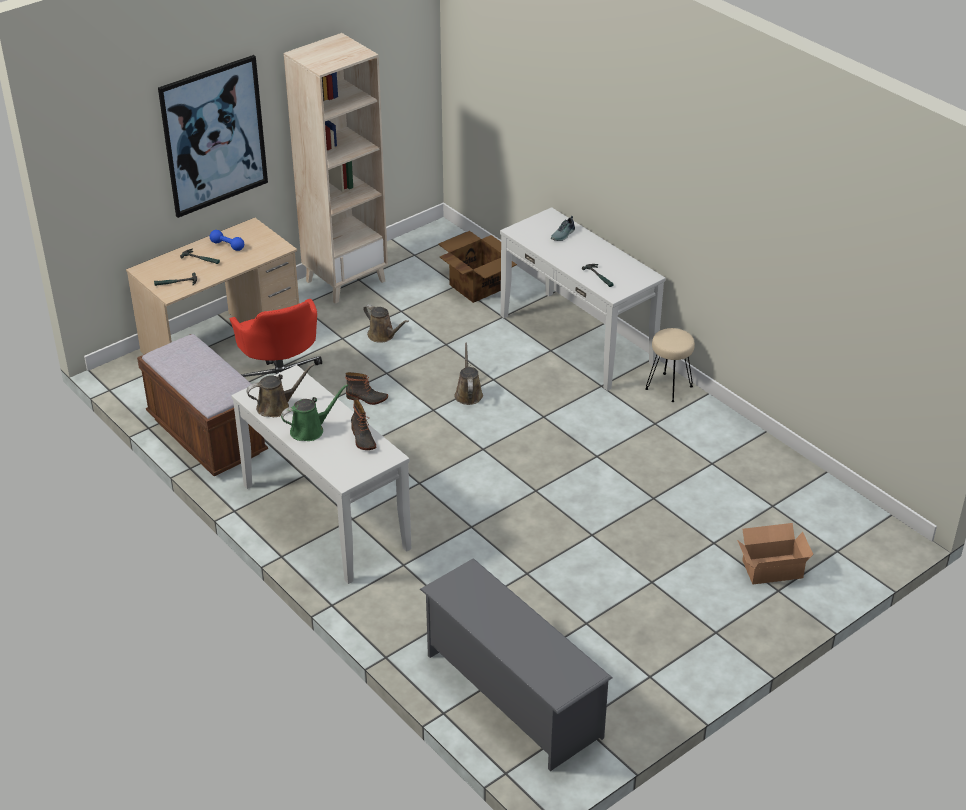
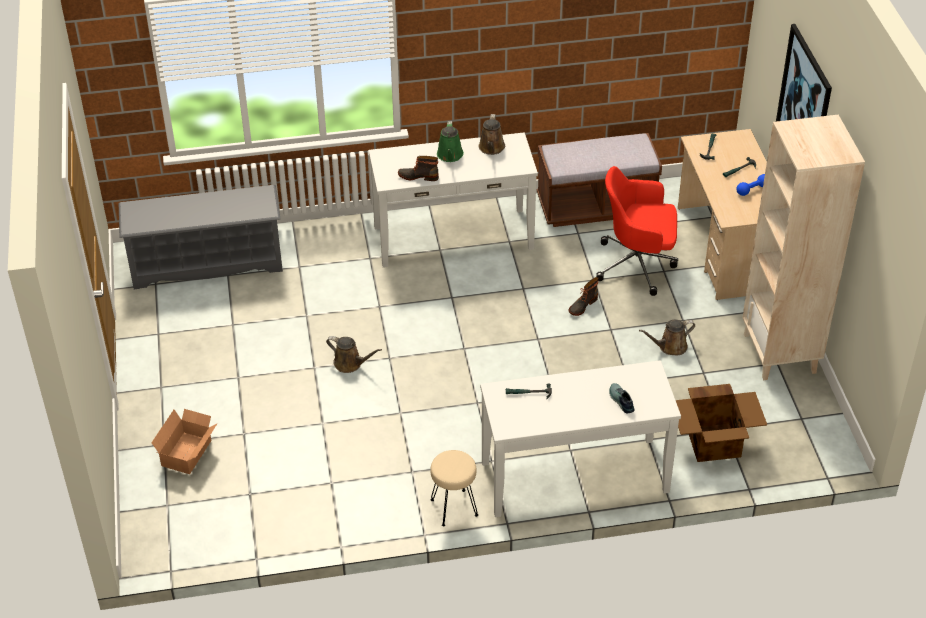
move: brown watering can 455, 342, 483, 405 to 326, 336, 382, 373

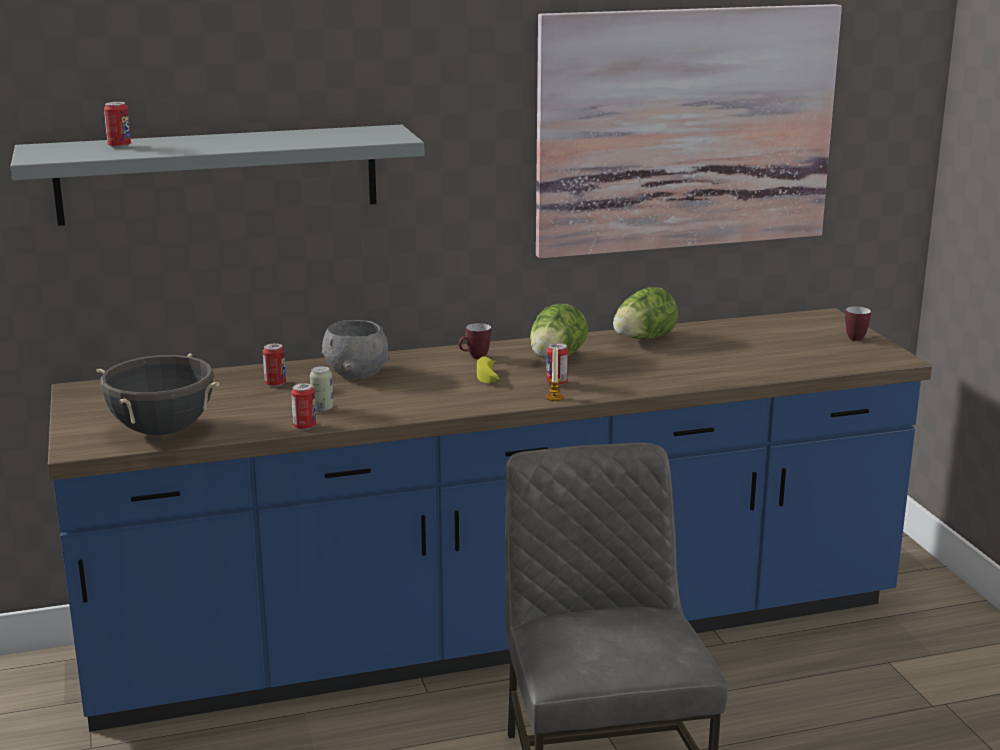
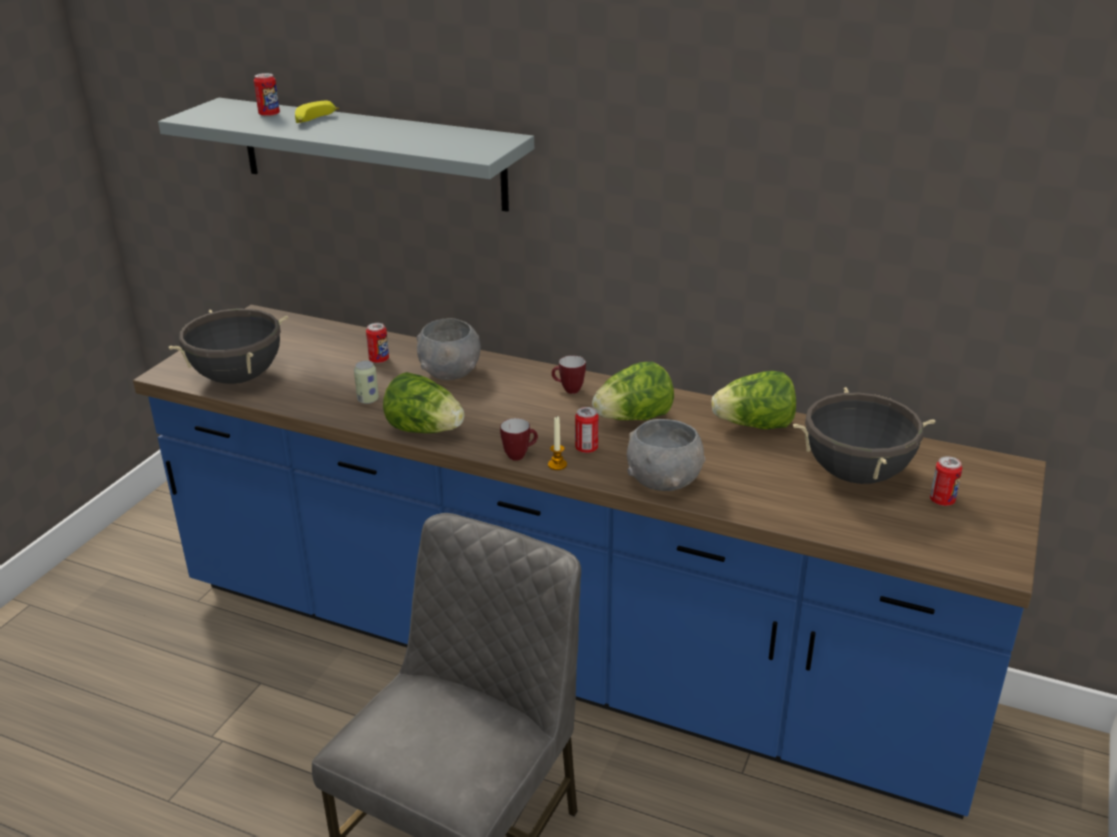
delete: picture 536, 4, 842, 258
insert: lettuce 383, 372, 464, 433; grey bowl 627, 419, 705, 491; black cooking pot 793, 387, 935, 484
move: banana 477, 357, 500, 383 to 295, 101, 339, 123; mug 845, 306, 871, 341 to 500, 418, 538, 461; can 291, 383, 316, 430 to 930, 456, 962, 506

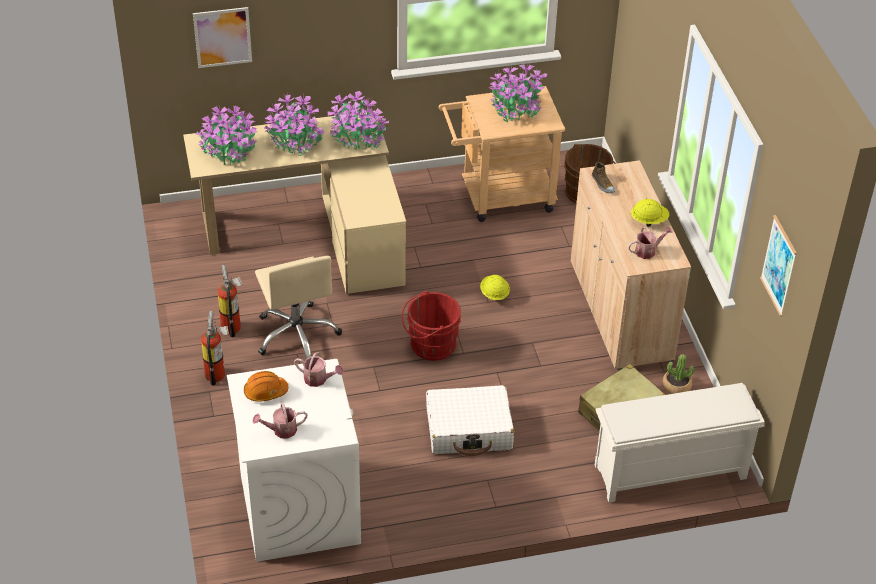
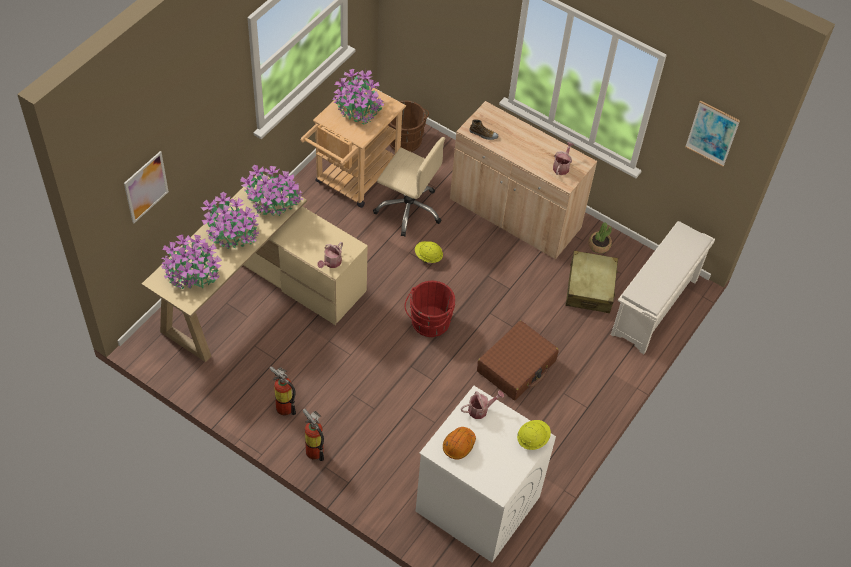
move: watering can 253, 403, 307, 439 to 317, 242, 343, 268; beige office chair 255, 256, 342, 359 to 373, 137, 445, 237; yellow hard hat 631, 199, 670, 227 to 517, 420, 551, 450
recolor: white suitcase 426, 385, 514, 456 to brown suitcase 477, 320, 559, 400

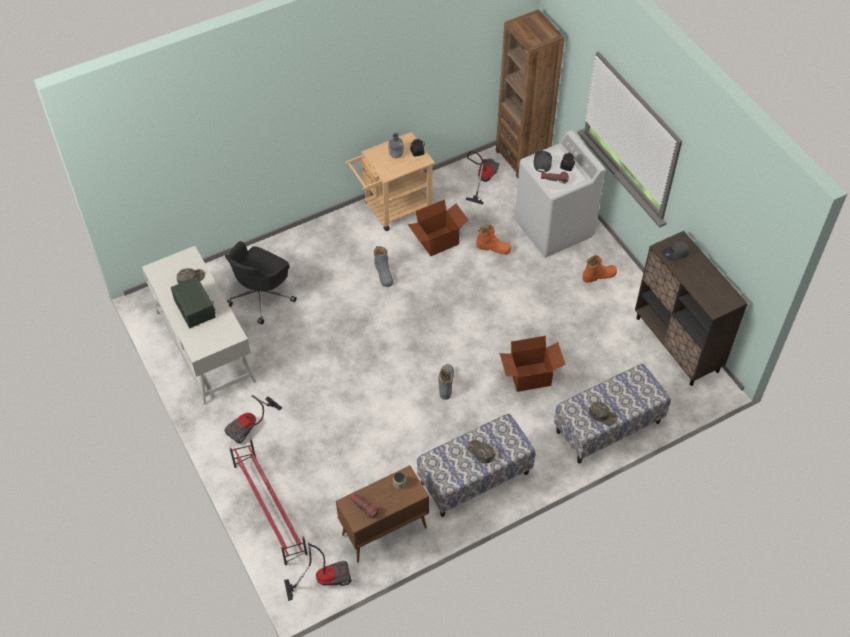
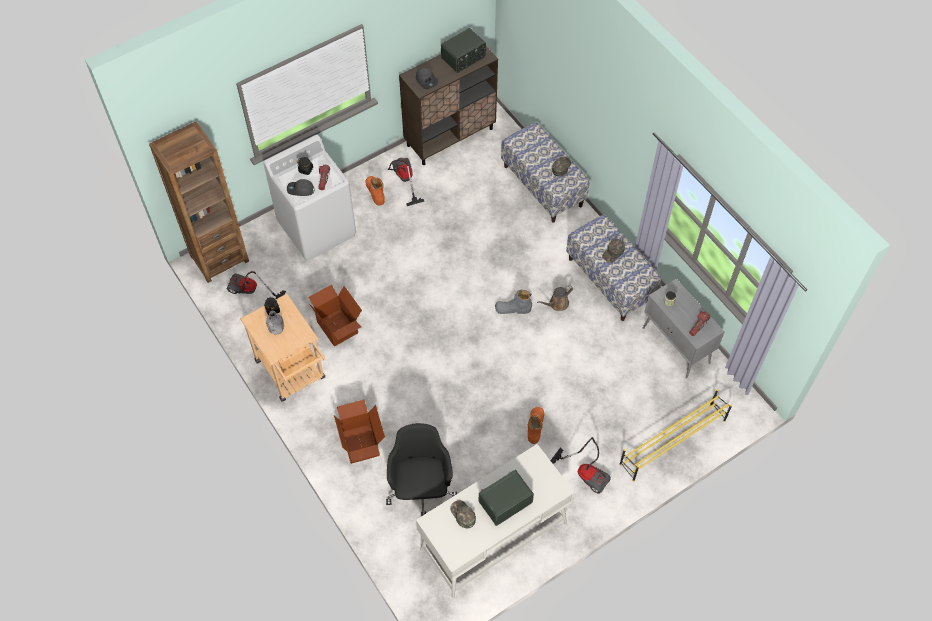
delete: grey boot 374, 246, 394, 287
insert: radio 441, 28, 486, 73; brown watering can 537, 286, 573, 311
move: cardboard box 499, 336, 566, 392 to 334, 400, 385, 464; vacuum cleaner 284, 543, 352, 601 to 388, 158, 424, 206; orange boot 476, 225, 512, 255 to 528, 407, 544, 444
recolor: red shoe rack 230, 439, 308, 565 to yellow shoe rack 619, 389, 732, 482; brown cabinet 336, 465, 429, 562 to grey cabinet 643, 279, 724, 379
rotate: black office chair 225, 241, 297, 324 = 386, 423, 457, 516 120 degrees counterclockwise

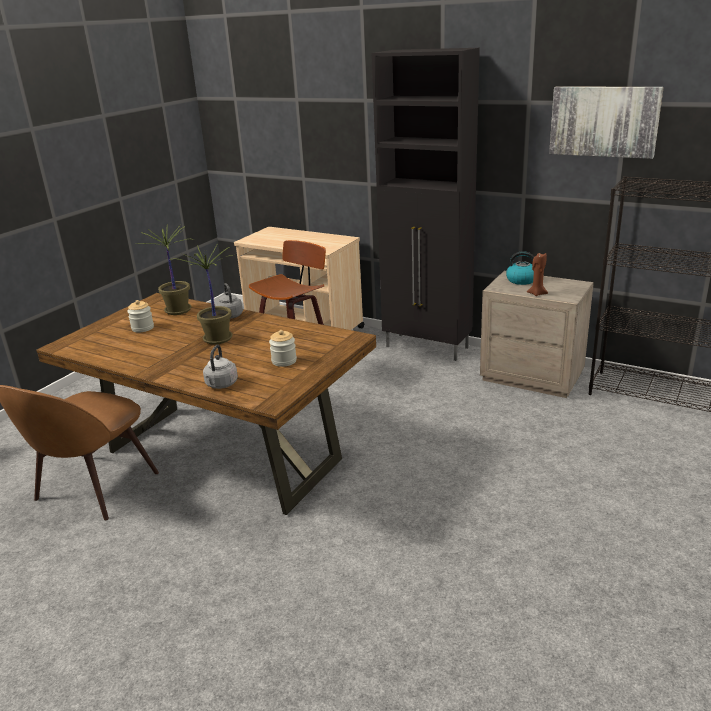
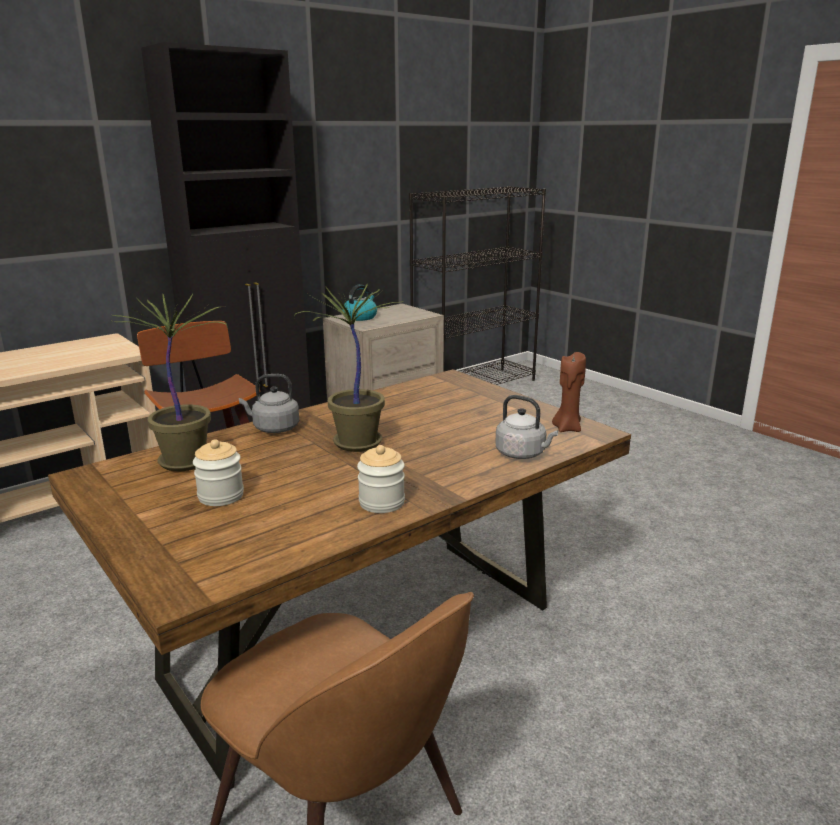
delete: picture 549, 87, 664, 159
move: jar 269, 330, 297, 367 to 357, 445, 405, 513; brown candle 527, 253, 548, 296 to 552, 352, 586, 432

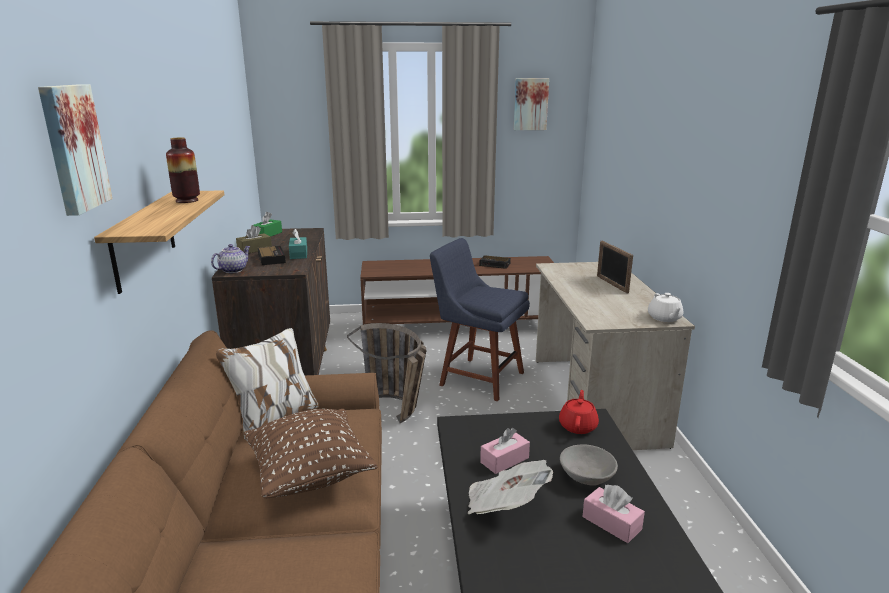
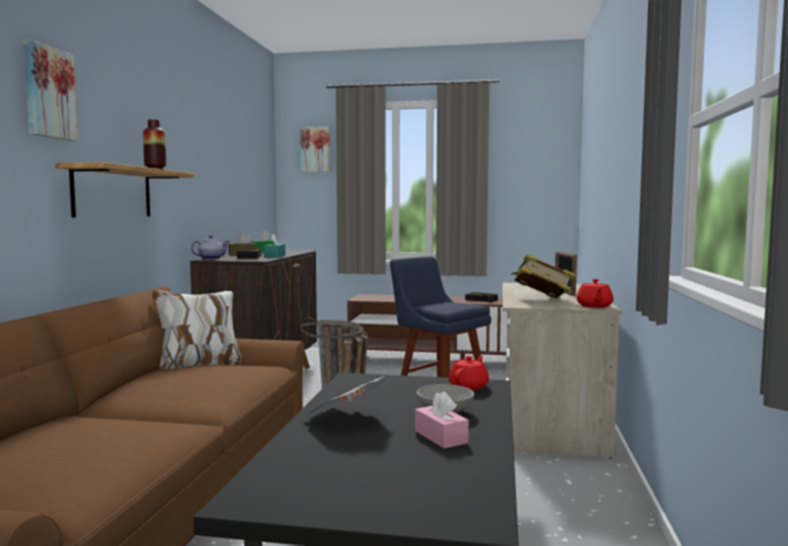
delete: brown pillow 244, 409, 378, 498; pink tissue box 480, 428, 530, 474
insert: book 510, 254, 576, 298
move: picture 514, 78, 549, 130 to 300, 126, 330, 172
recolor: white teapot 648, 293, 683, 322 to red teapot 577, 279, 613, 308

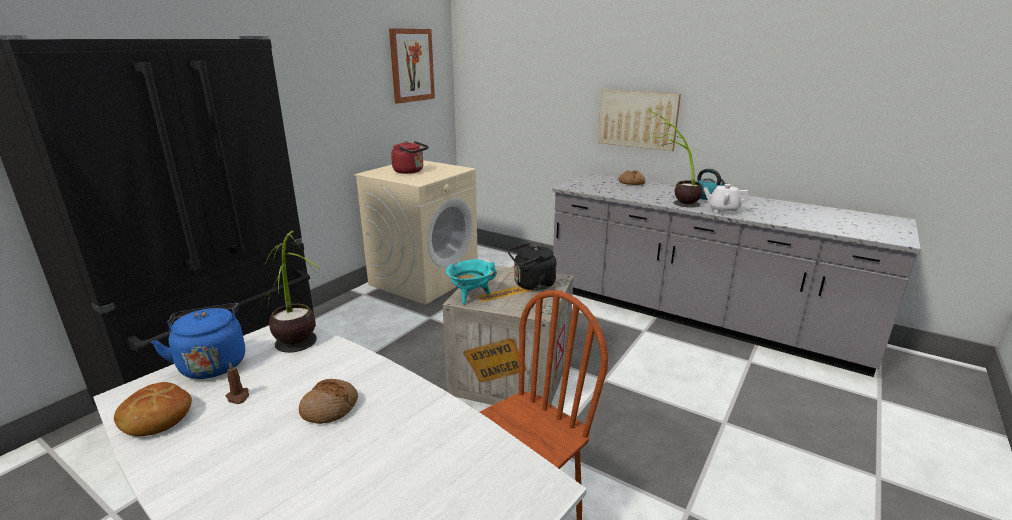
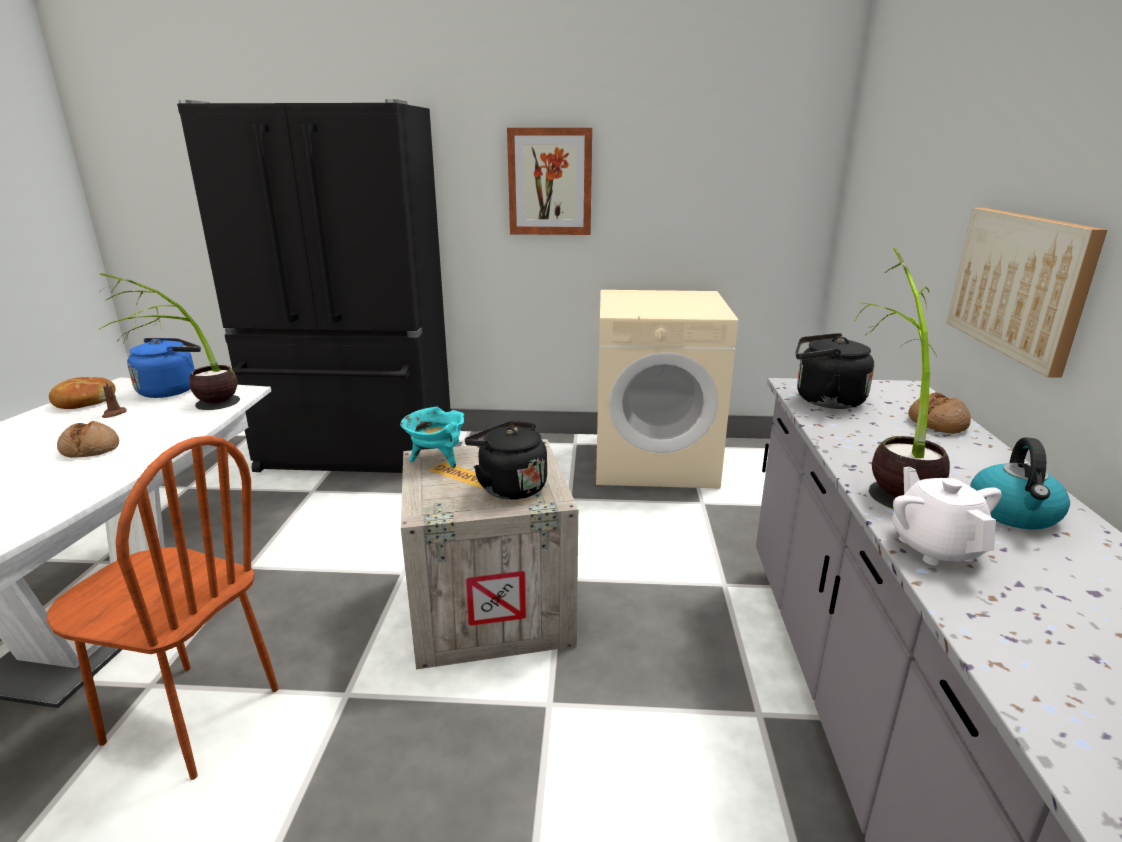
delete: red kettle 391, 141, 428, 174
insert: black kettle 796, 333, 874, 409
move: picture 389, 28, 435, 104 to 507, 128, 592, 235

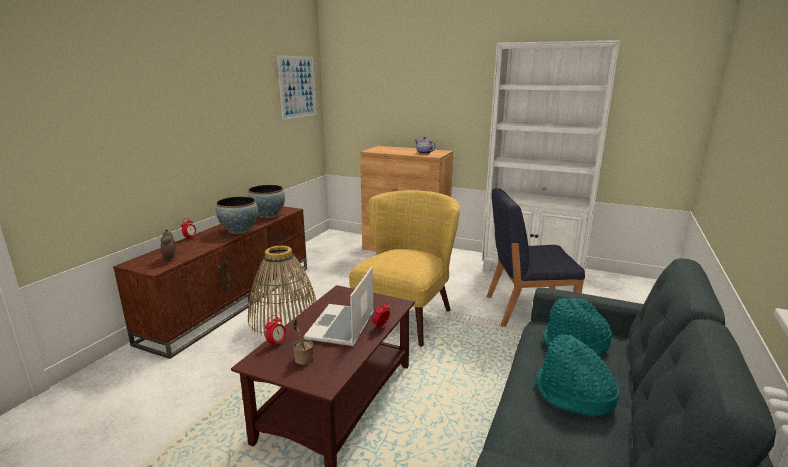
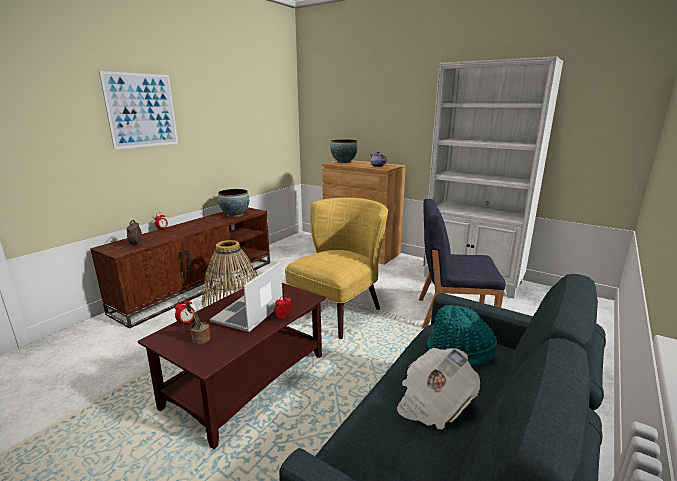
move: picture 277, 55, 316, 120 to 99, 71, 178, 149; bowl 216, 196, 258, 234 to 330, 139, 358, 163
replace: turquoise hat 535, 334, 619, 416 to newspaper 397, 348, 480, 429

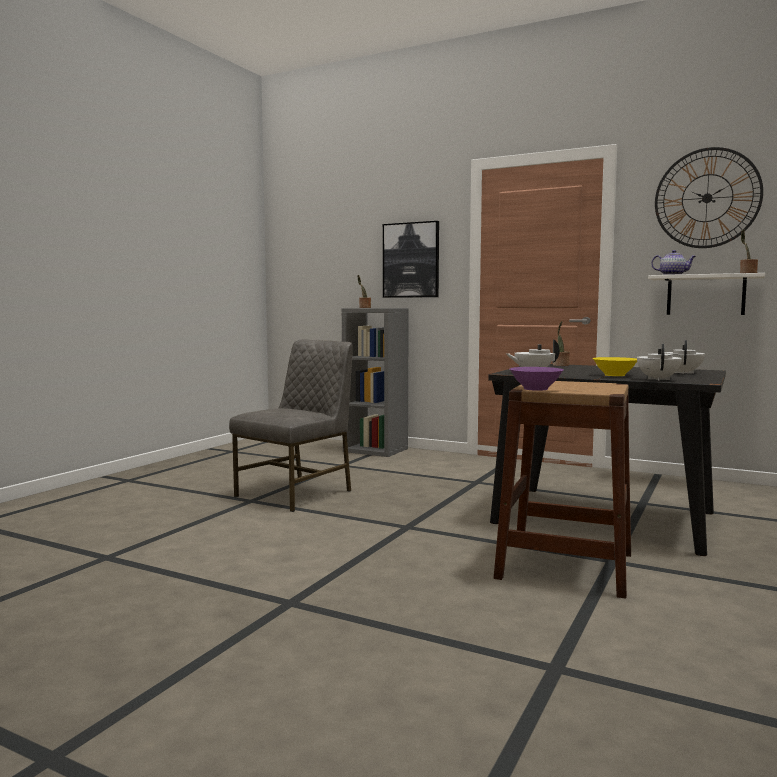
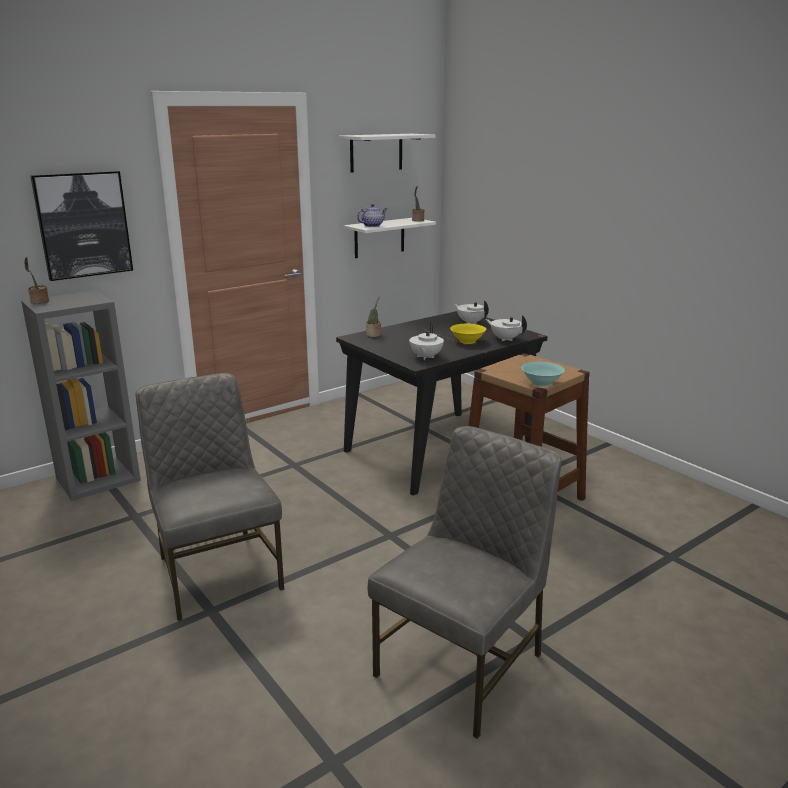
insert: grey chair 367, 426, 562, 739
replace: wall clock 655, 147, 763, 248 to white shelf 339, 134, 436, 173
recolor: purple bowl 510, 367, 564, 391 to turquoise bowl 521, 362, 565, 387

